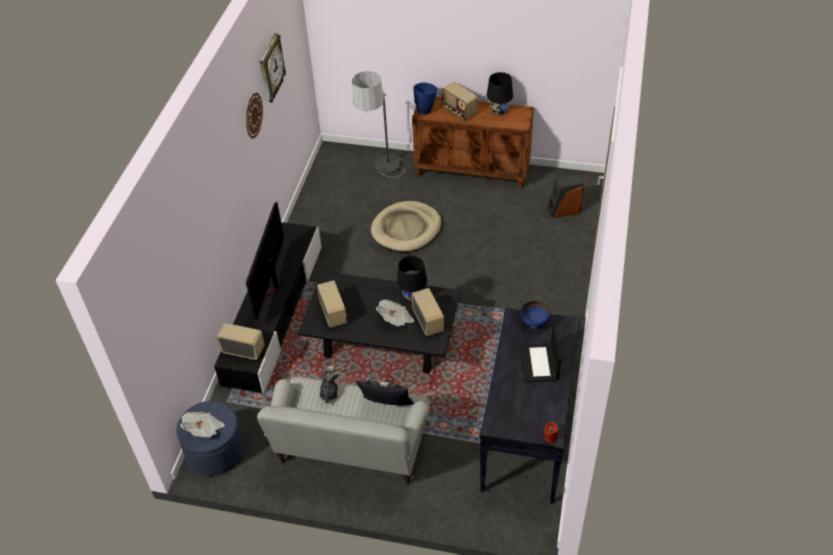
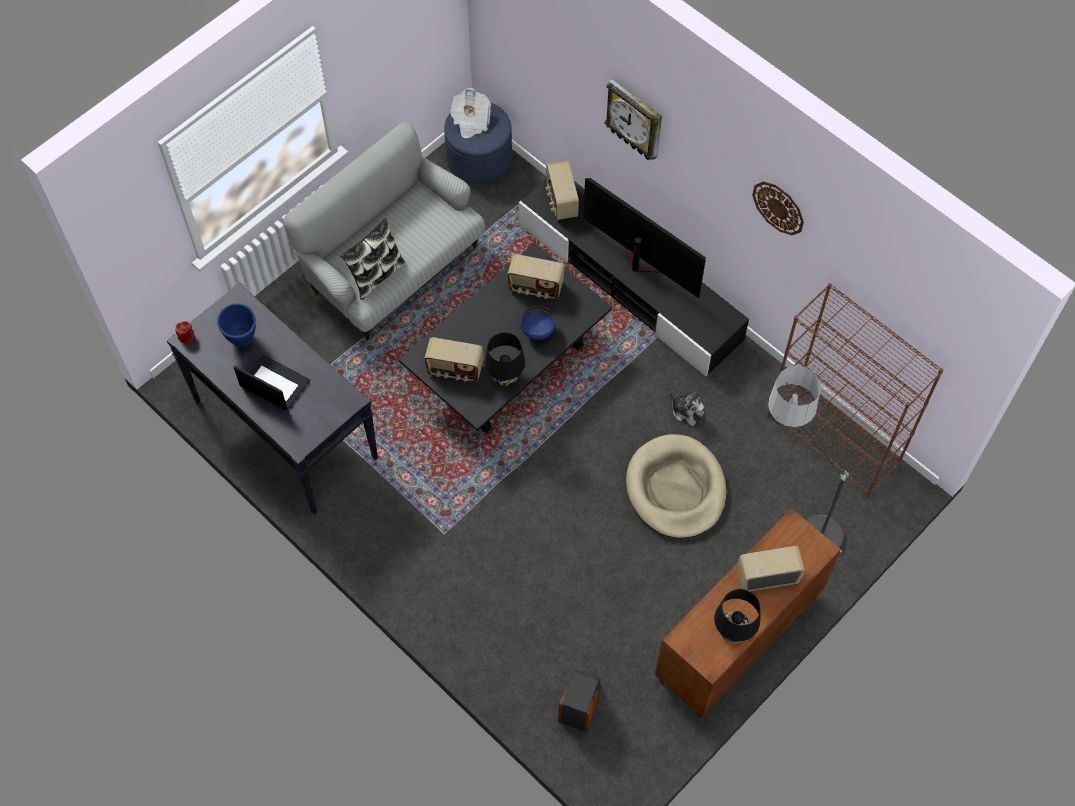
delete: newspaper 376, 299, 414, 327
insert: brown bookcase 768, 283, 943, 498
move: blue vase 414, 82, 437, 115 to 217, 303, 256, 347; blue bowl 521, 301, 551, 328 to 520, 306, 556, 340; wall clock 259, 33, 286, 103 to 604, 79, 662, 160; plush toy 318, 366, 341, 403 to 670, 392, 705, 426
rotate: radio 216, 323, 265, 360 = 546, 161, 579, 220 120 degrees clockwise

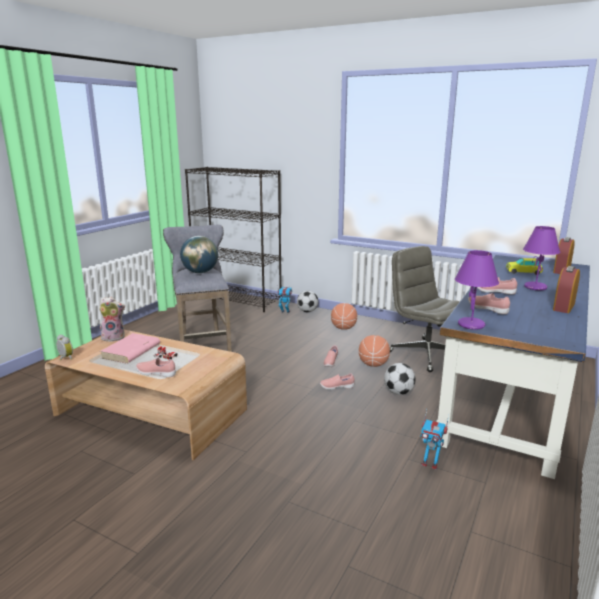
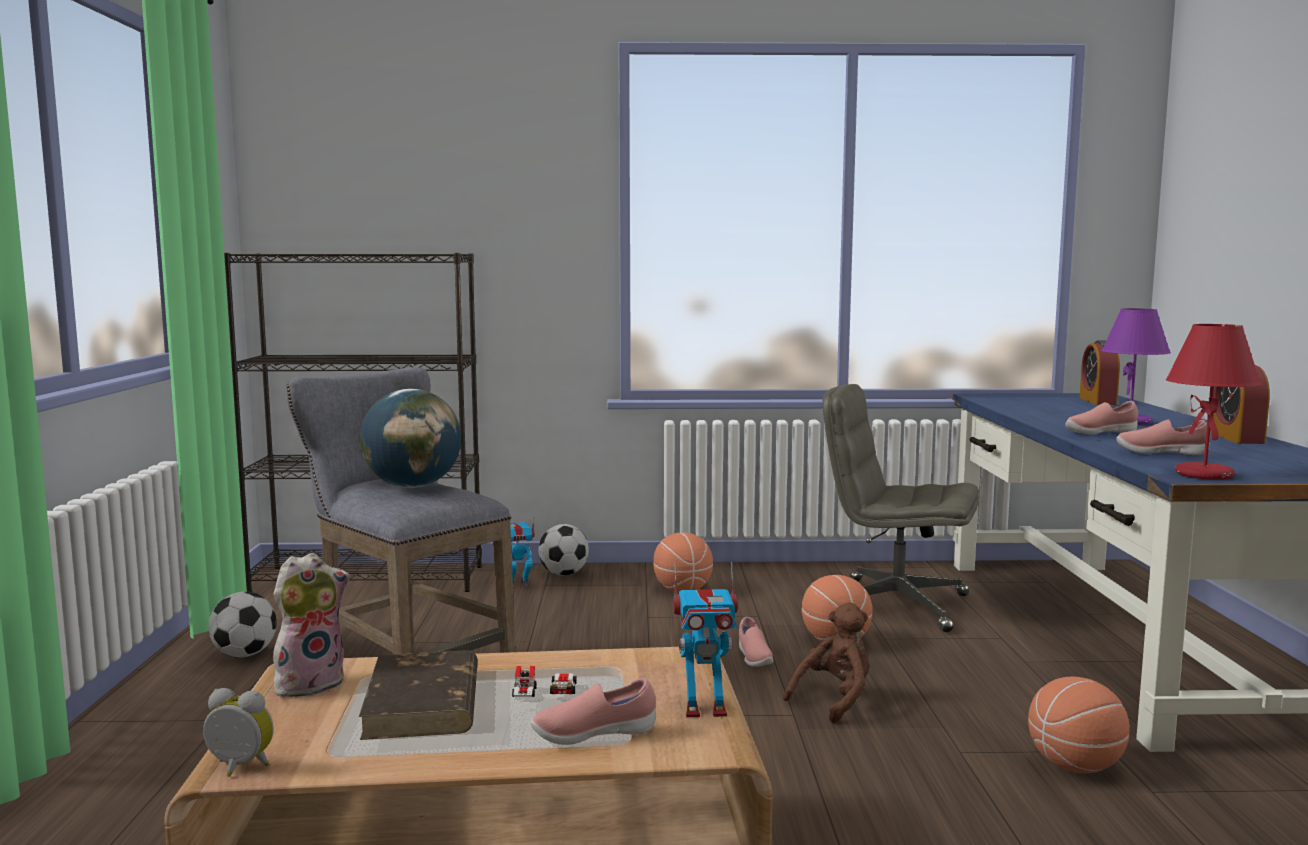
delete: toy car 506, 258, 543, 275
insert: basketball 1028, 677, 1130, 773
move: football 384, 363, 415, 395 to 208, 592, 277, 658; toy robot 420, 409, 449, 469 to 673, 562, 738, 717
replace: pink shoe 320, 373, 355, 390 to brown plush toy 783, 602, 869, 724
recolor: pink book 100, 333, 160, 364 to brown book 359, 650, 478, 740; purple table lamp 455, 250, 499, 330 to red table lamp 1166, 324, 1261, 480

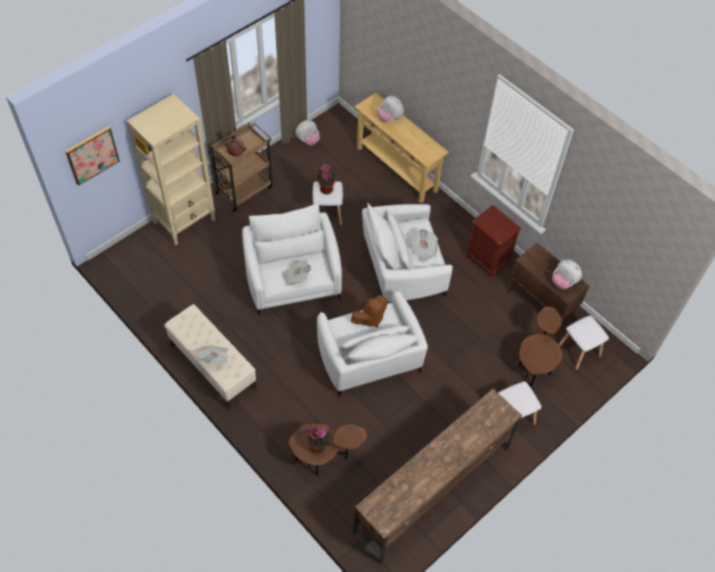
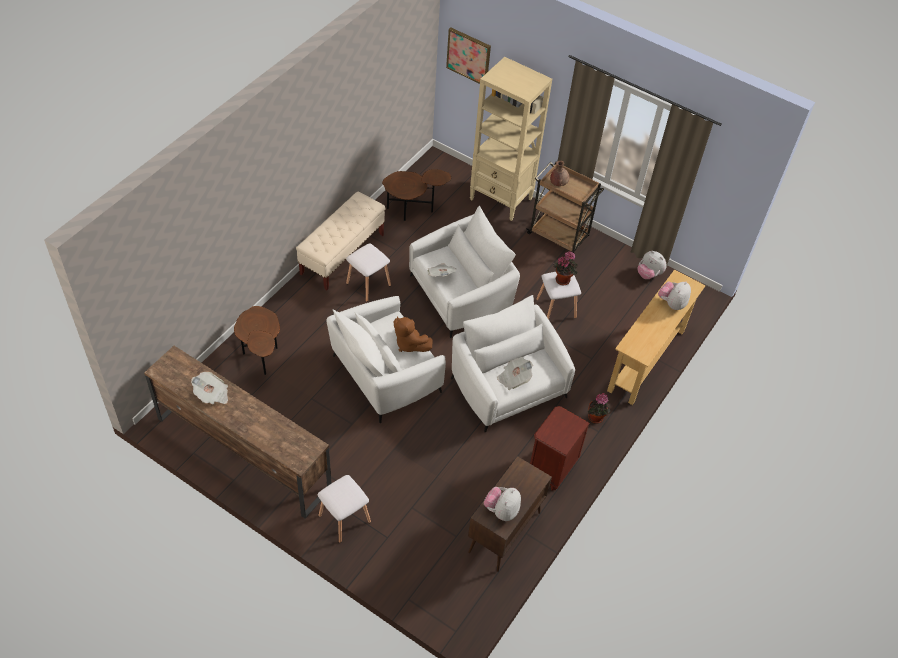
move: newspaper 197, 345, 229, 364 to 191, 372, 228, 404; white stool 558, 315, 609, 370 to 346, 243, 391, 302; brown side table 519, 307, 563, 387 to 382, 169, 451, 221; potted plant 308, 427, 331, 454 to 588, 393, 611, 424

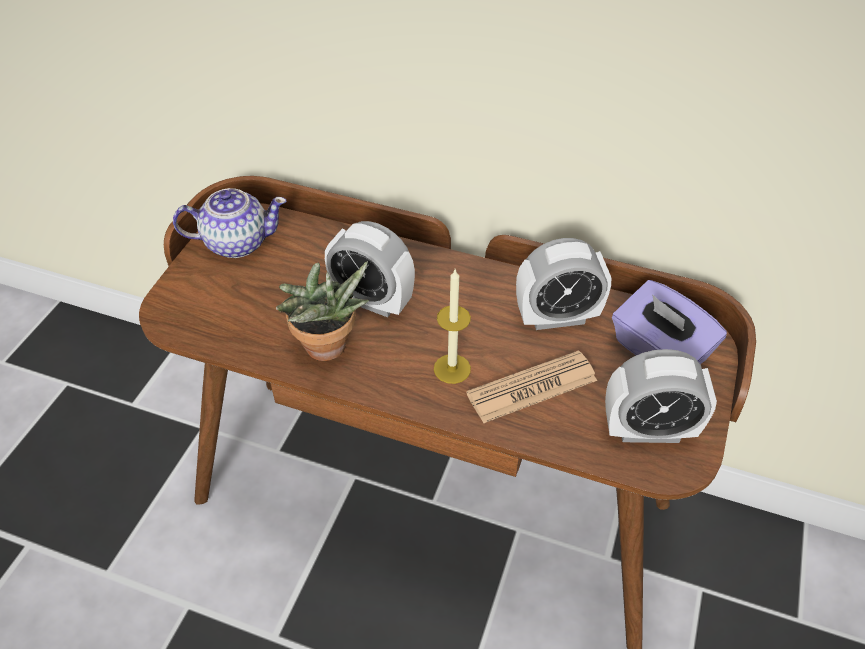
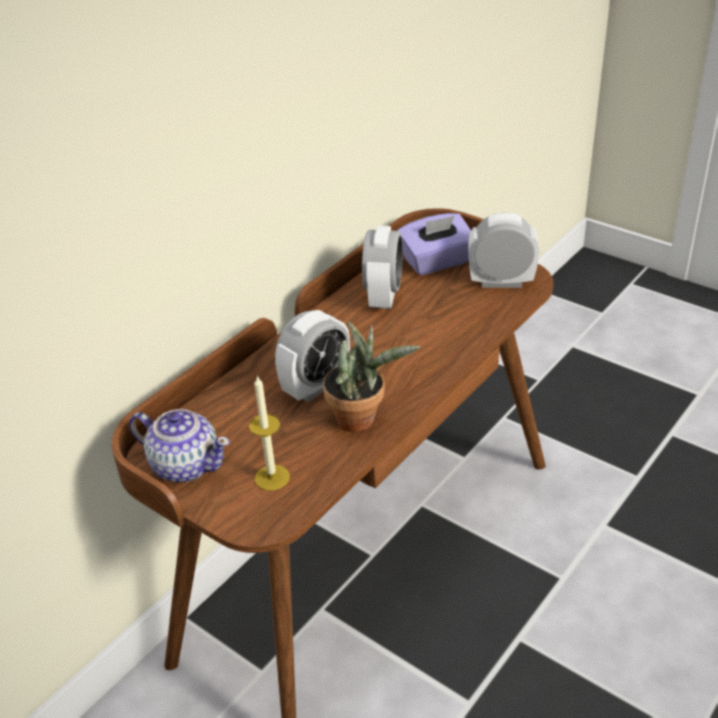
delete: newspaper 466, 350, 597, 423
move: candle 434, 270, 471, 384 to 249, 375, 290, 491
rotate: teapot 173, 188, 287, 258 = 129, 409, 230, 482 105 degrees clockwise; alarm clock 605, 349, 717, 443 = 468, 213, 539, 288 105 degrees counterclockwise

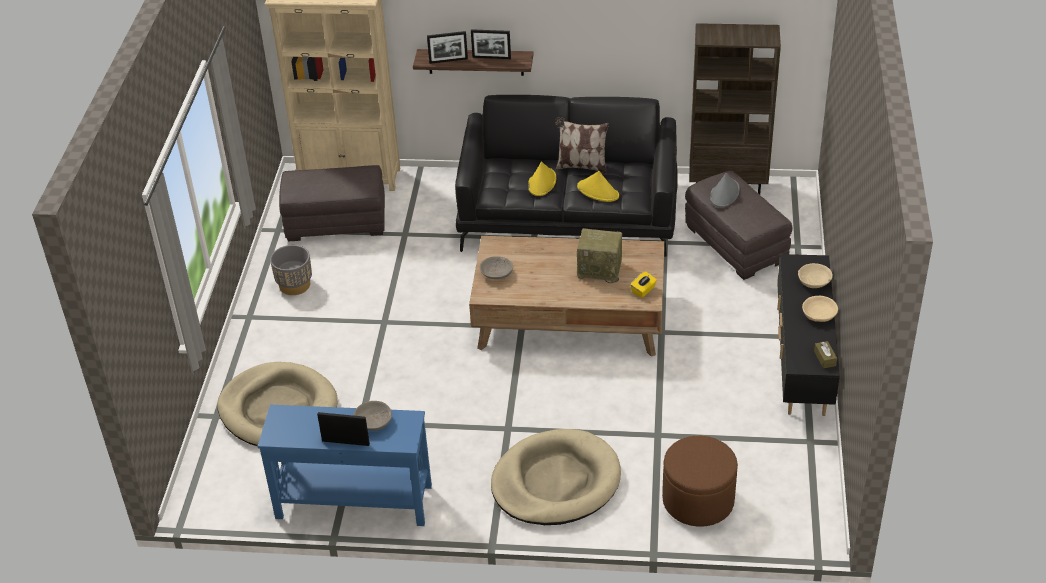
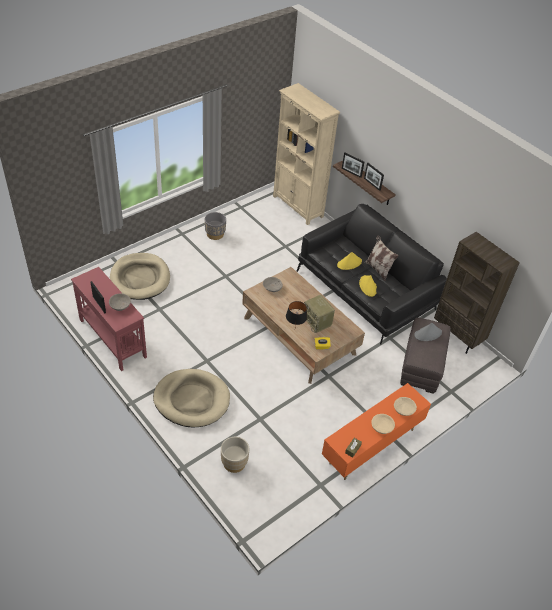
delete: grey ottoman 279, 165, 385, 241
insert: black table lamp 286, 301, 307, 326
replace: brown ottoman 662, 436, 738, 527 to beige planter 221, 437, 249, 473
recolor: blue console table 258, 405, 432, 526 to red console table 71, 267, 147, 371; black tv stand 777, 254, 840, 416 to orange tv stand 322, 383, 431, 480

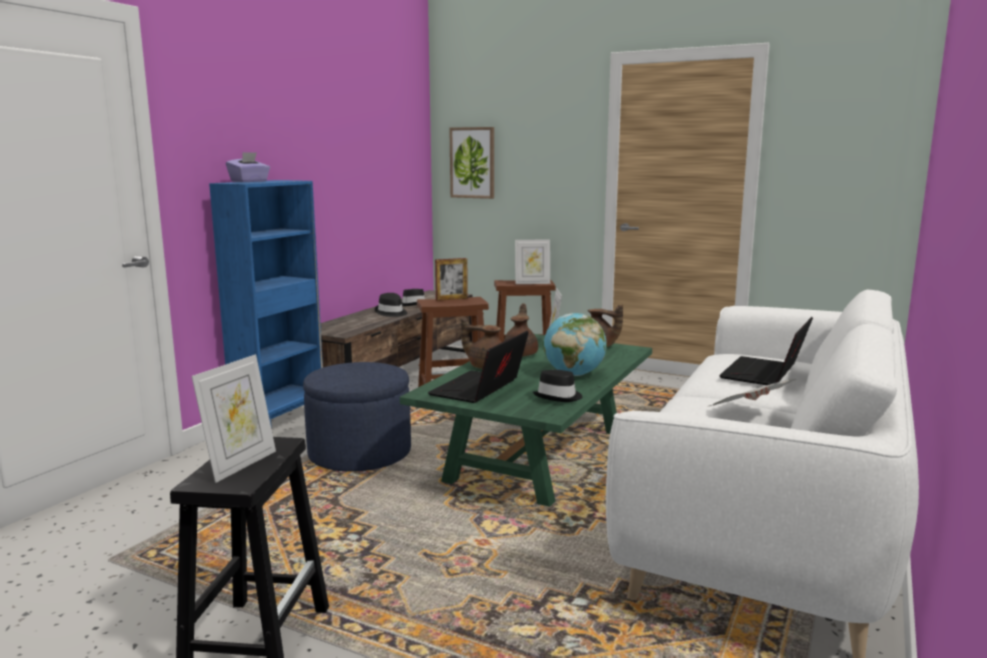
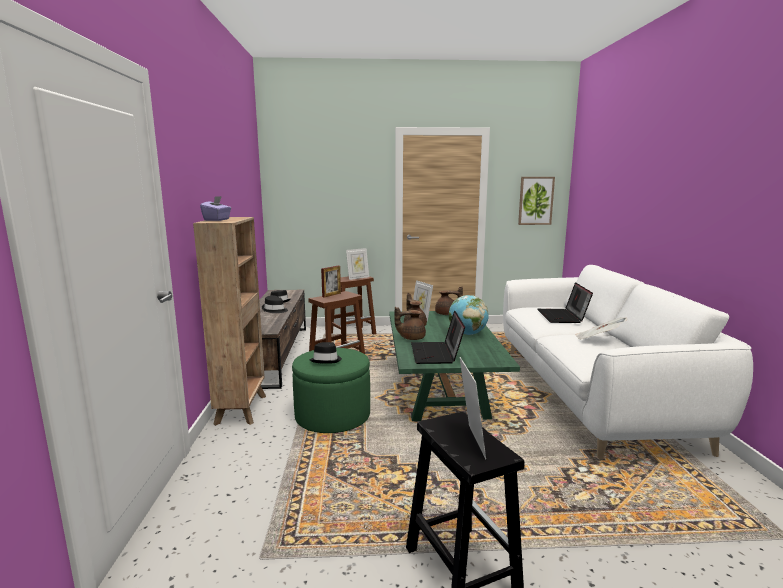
move: black hat 533, 370, 582, 402 to 310, 342, 342, 364; picture 449, 127, 494, 199 to 518, 177, 555, 225
recolor: blue bookcase 209, 180, 323, 429 to brown bookcase 193, 217, 266, 426; blue ottoman 303, 362, 411, 472 to green ottoman 292, 348, 370, 433

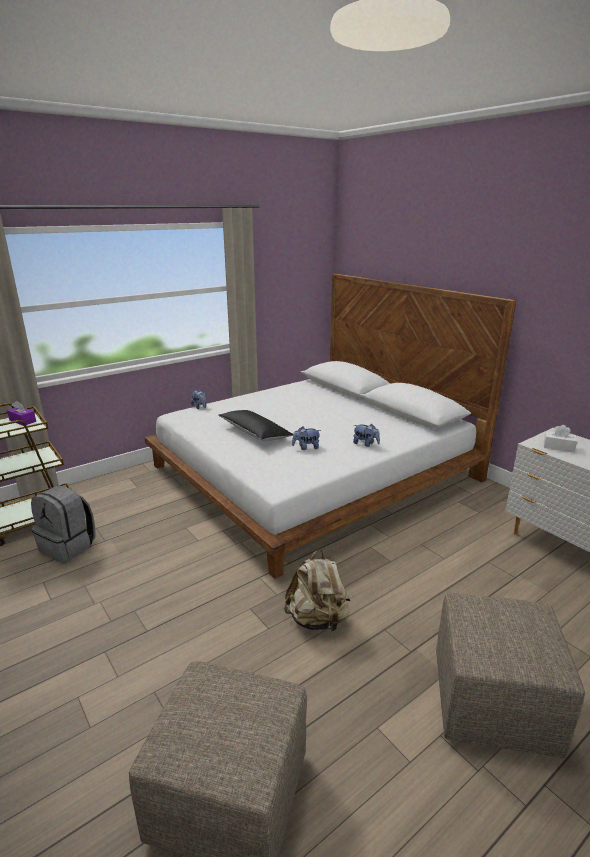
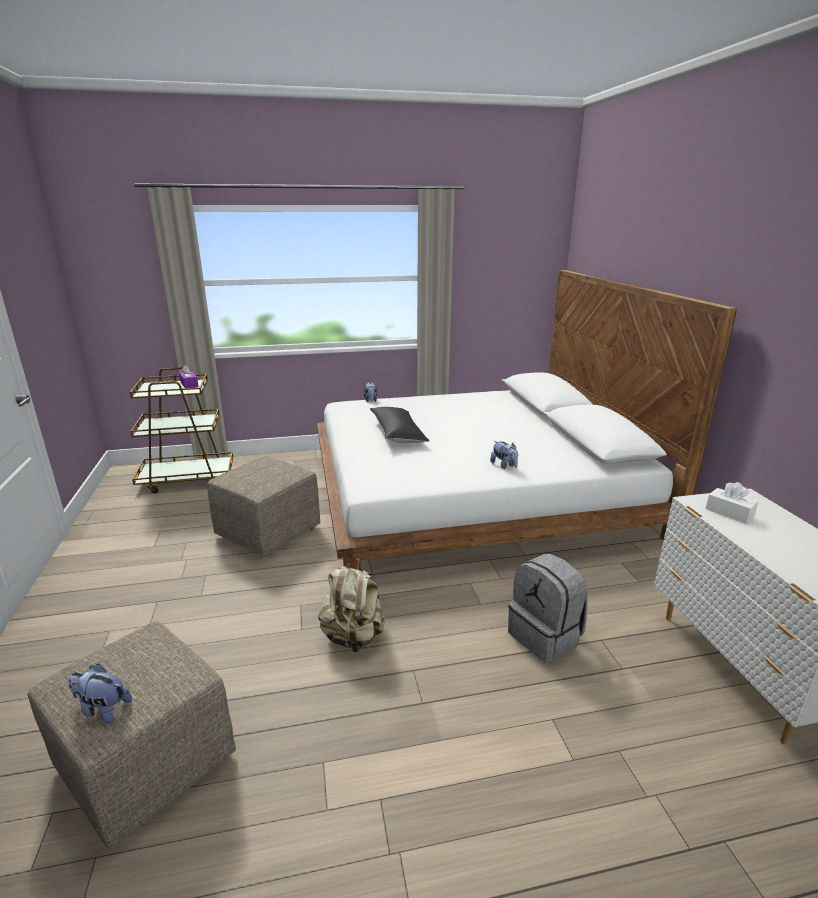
move: plush toy 292, 426, 321, 450 to 68, 664, 132, 724; beige ottoman 436, 592, 585, 758 to 207, 456, 320, 557; grey backpack 31, 485, 96, 563 to 508, 553, 588, 663

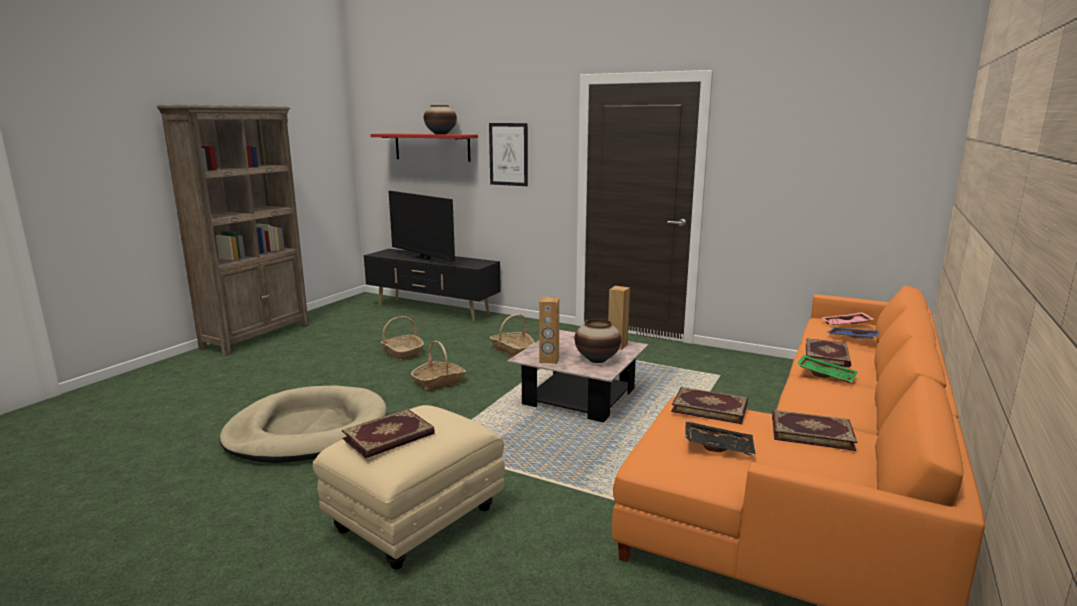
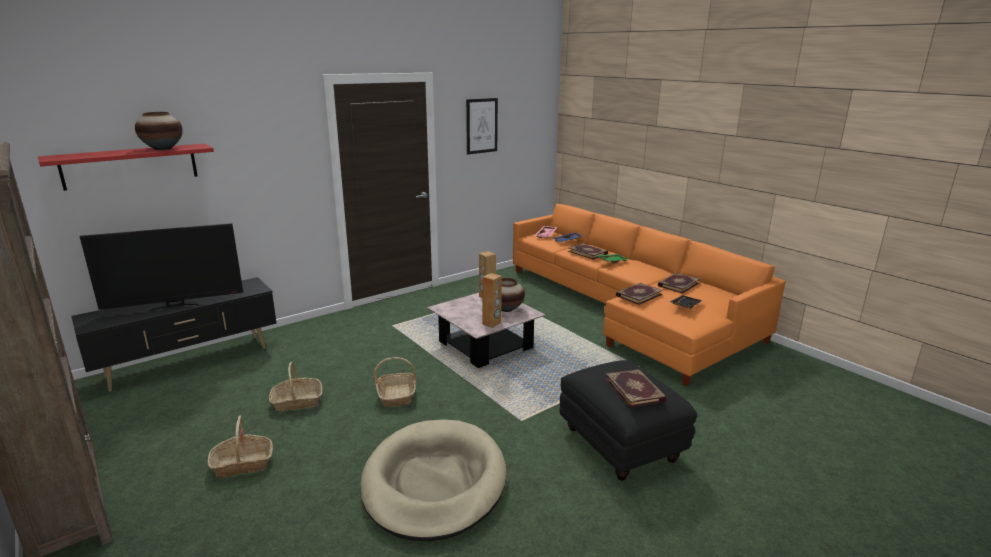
move: basket 490, 314, 535, 357 to 208, 416, 273, 478; picture 489, 123, 528, 186 to 466, 98, 498, 155
recolor: beige ottoman 313, 405, 505, 570 to black ottoman 559, 360, 697, 480

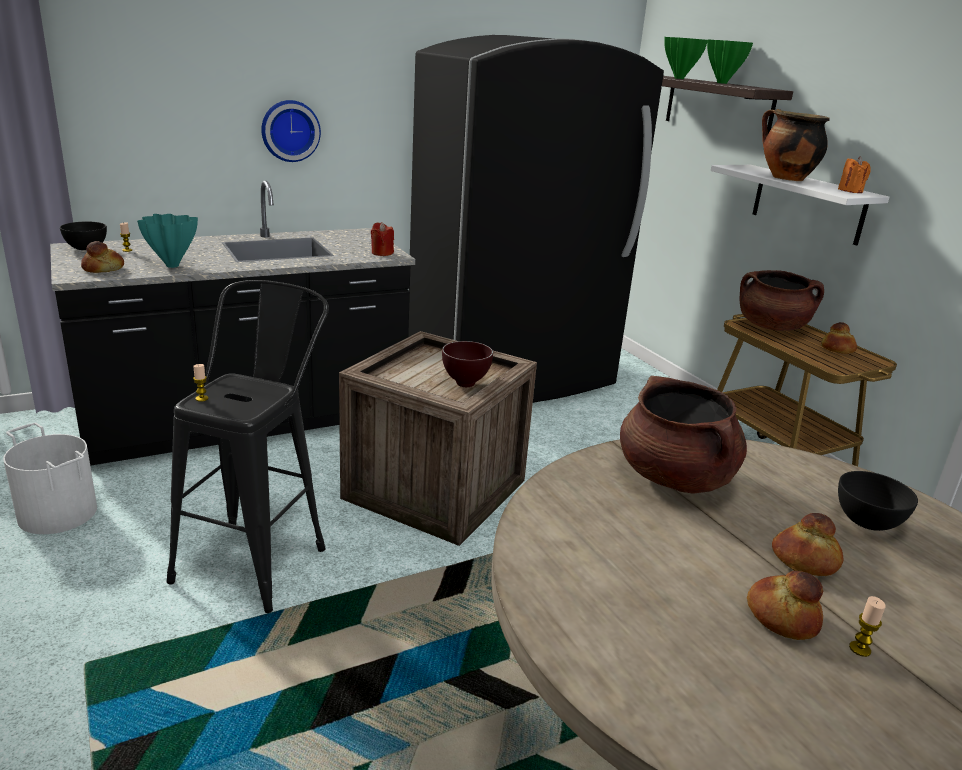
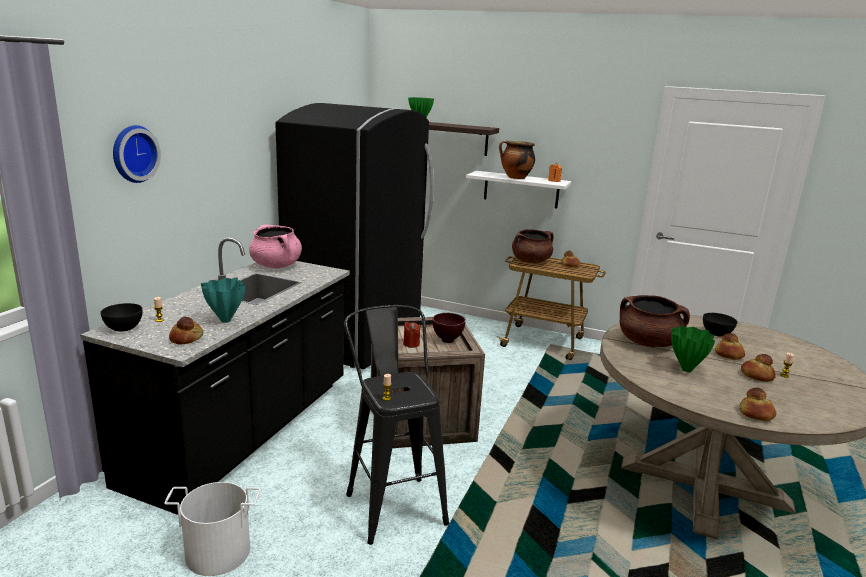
insert: pink cooking pot 249, 225, 302, 269; bread 739, 387, 776, 421
move: wall clock 261, 100, 321, 162 to 113, 125, 161, 183; red candle 371, 222, 394, 256 to 403, 322, 420, 348; green vase 707, 40, 753, 84 to 671, 325, 715, 372

